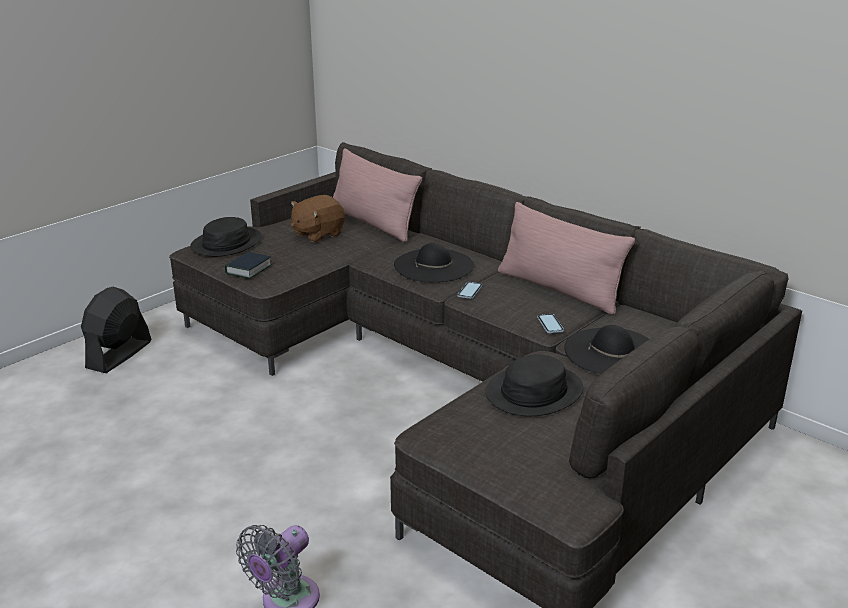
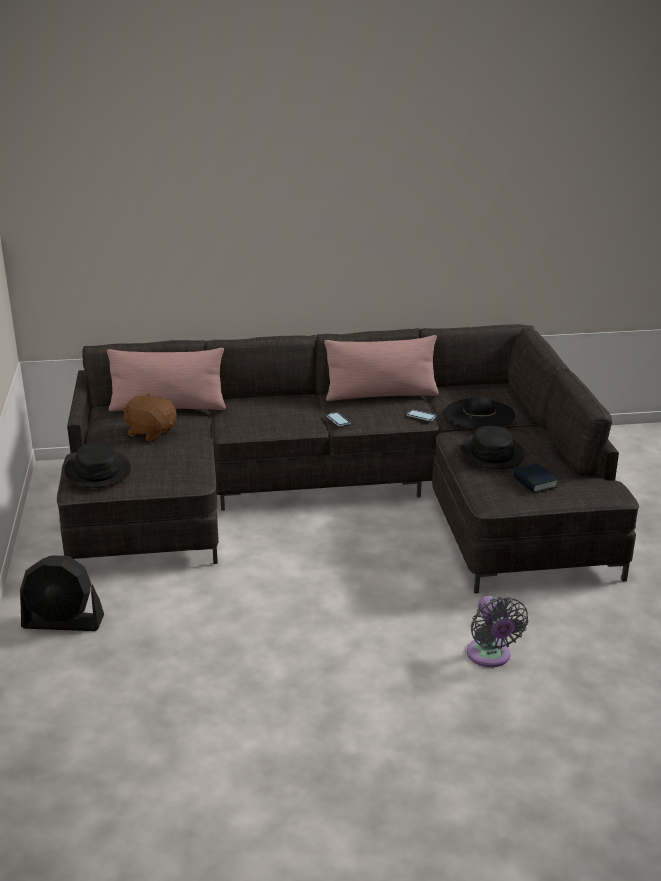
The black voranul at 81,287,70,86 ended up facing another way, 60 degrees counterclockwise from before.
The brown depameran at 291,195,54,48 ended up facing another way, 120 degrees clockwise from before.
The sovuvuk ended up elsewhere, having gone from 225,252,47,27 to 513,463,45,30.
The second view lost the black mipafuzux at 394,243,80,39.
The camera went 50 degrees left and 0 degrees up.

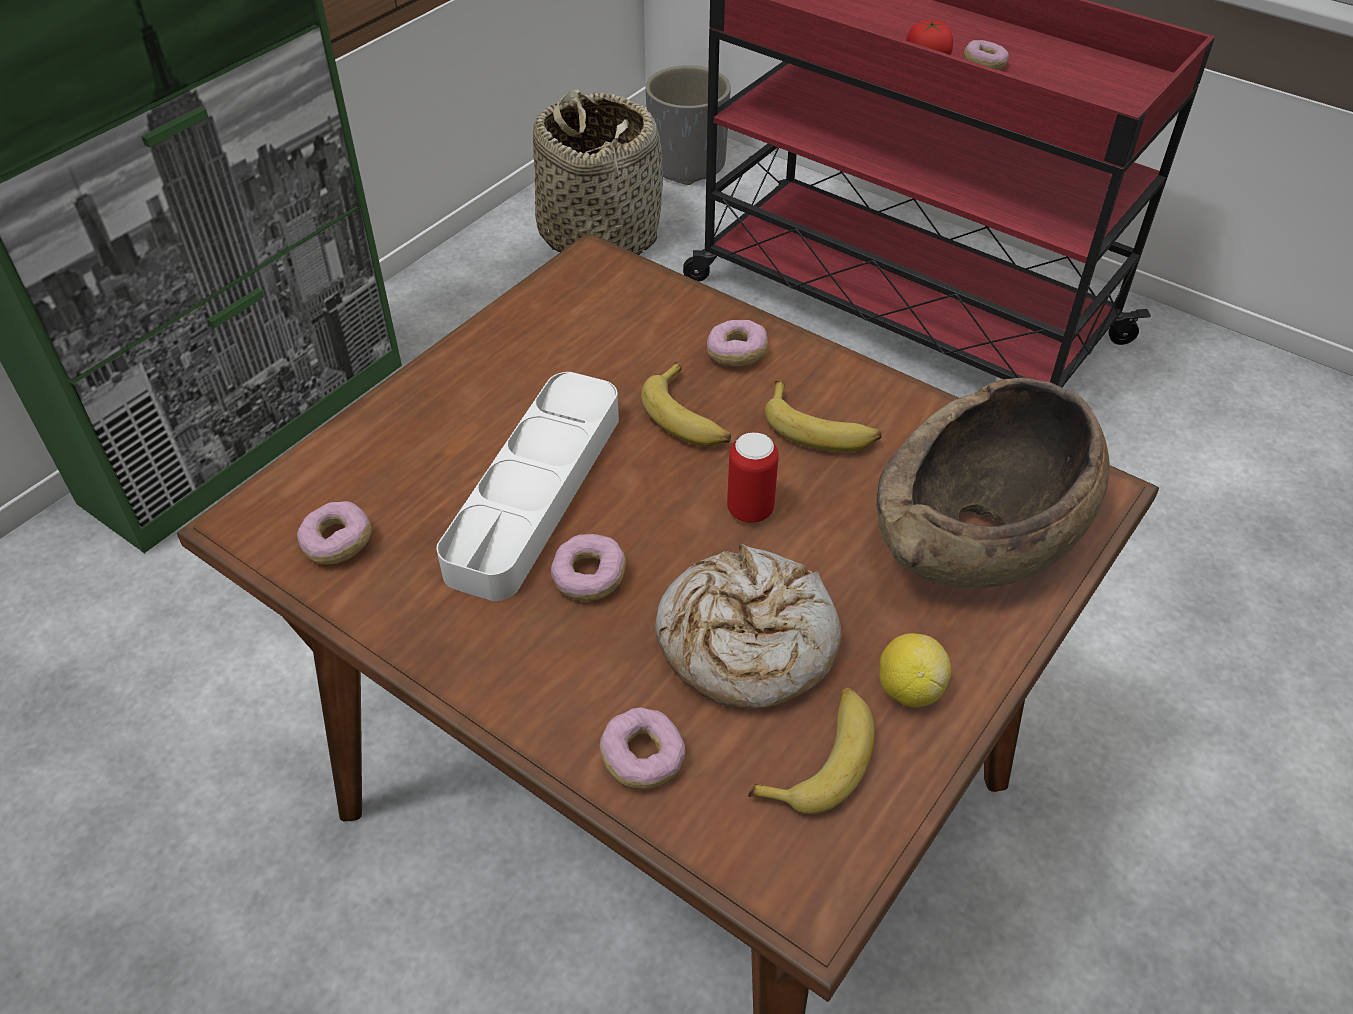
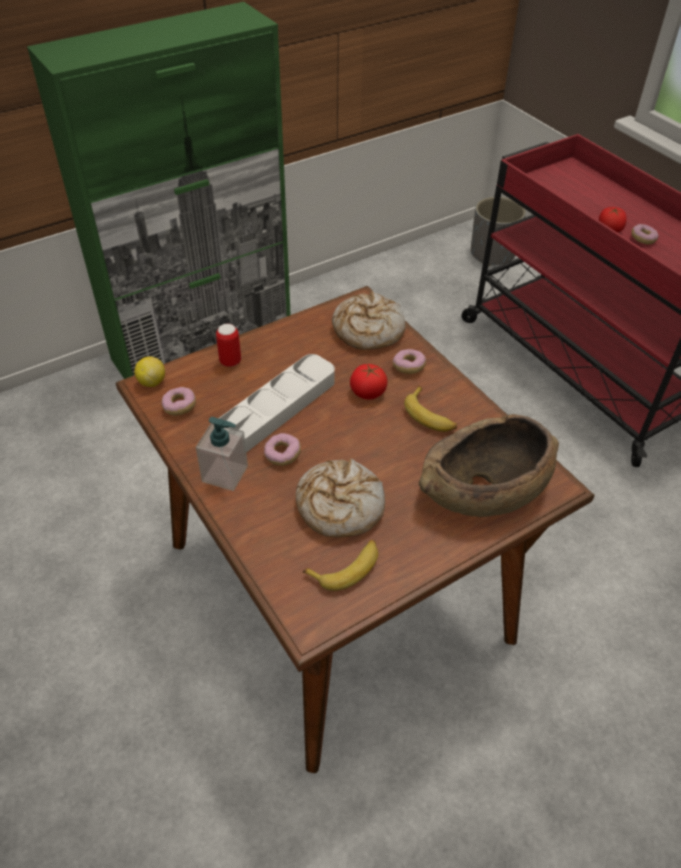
The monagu ended up elsewhere, having gone from 879,633,72,74 to 134,356,31,31.
The second view gained the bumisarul at 196,417,52,74.
The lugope ended up elsewhere, having gone from 727,432,52,91 to 216,324,25,43.
The second view gained the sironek at 332,291,74,59.
Where the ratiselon stood at 641,362,90,85, the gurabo came to stand at 350,364,37,36.
The second view lost the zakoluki at 533,89,130,166.
The second view lost the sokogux at 600,707,86,83.
The camera went 20 degrees right and 0 degrees up.

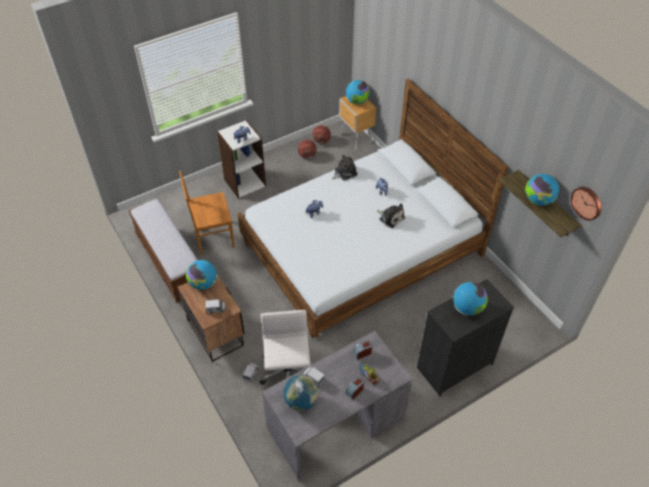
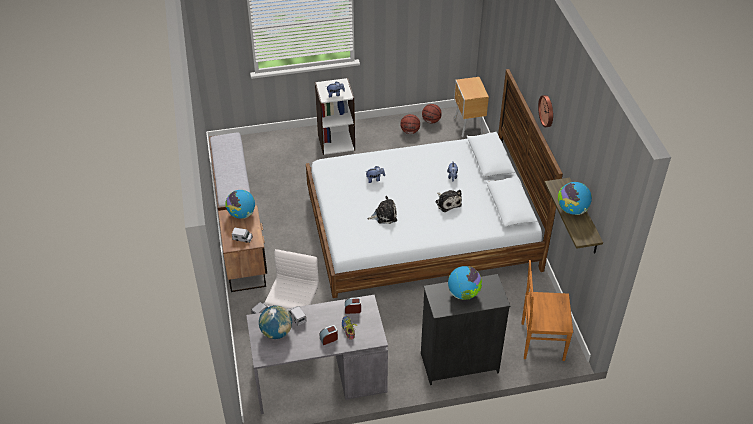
The depameran ended up elsewhere, having gone from 332,155,26,25 to 368,196,29,28.
The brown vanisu ended up elsewhere, having gone from 179,170,56,85 to 521,260,52,101.
The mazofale ended up elsewhere, having gone from 571,187,30,34 to 538,95,15,32.
The second view lost the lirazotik at 346,80,24,24.
The camera went 20 degrees right and 5 degrees down.

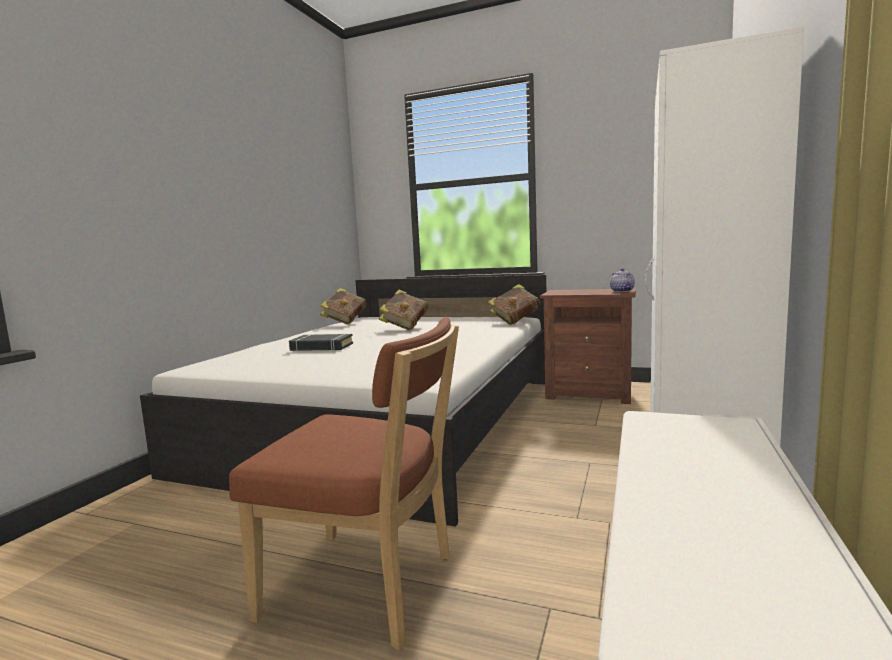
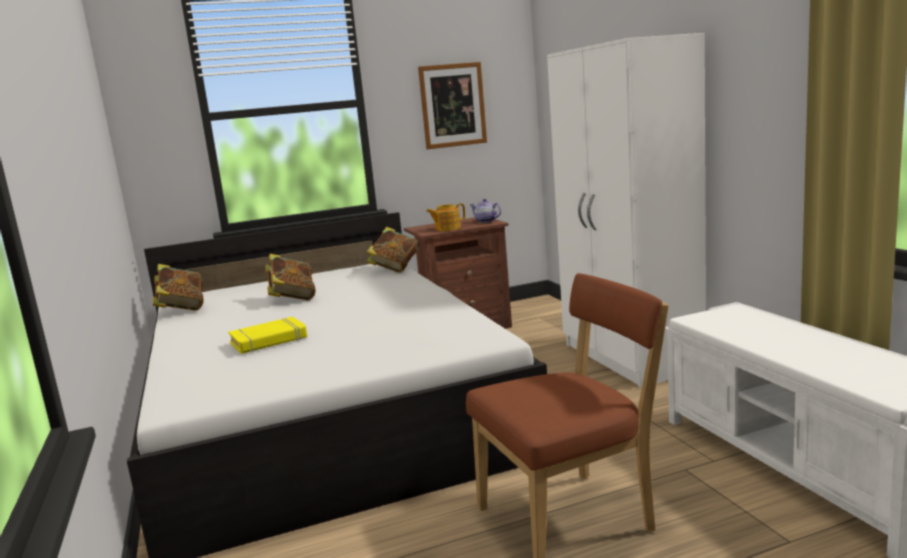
What was the black sovuvuk at 289,334,64,17 turned into the yellow sovuvuk at 228,317,79,37.
The second view gained the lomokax at 418,62,69,87.
The second view gained the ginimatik at 426,203,39,28.
The camera went 40 degrees left and 5 degrees up.

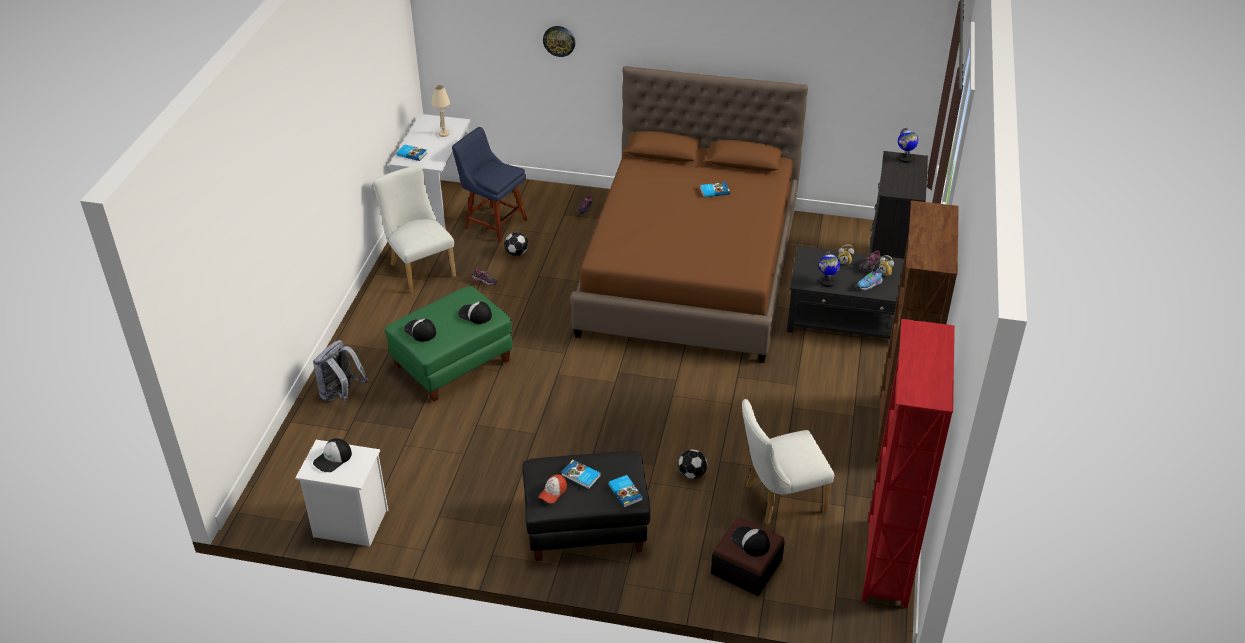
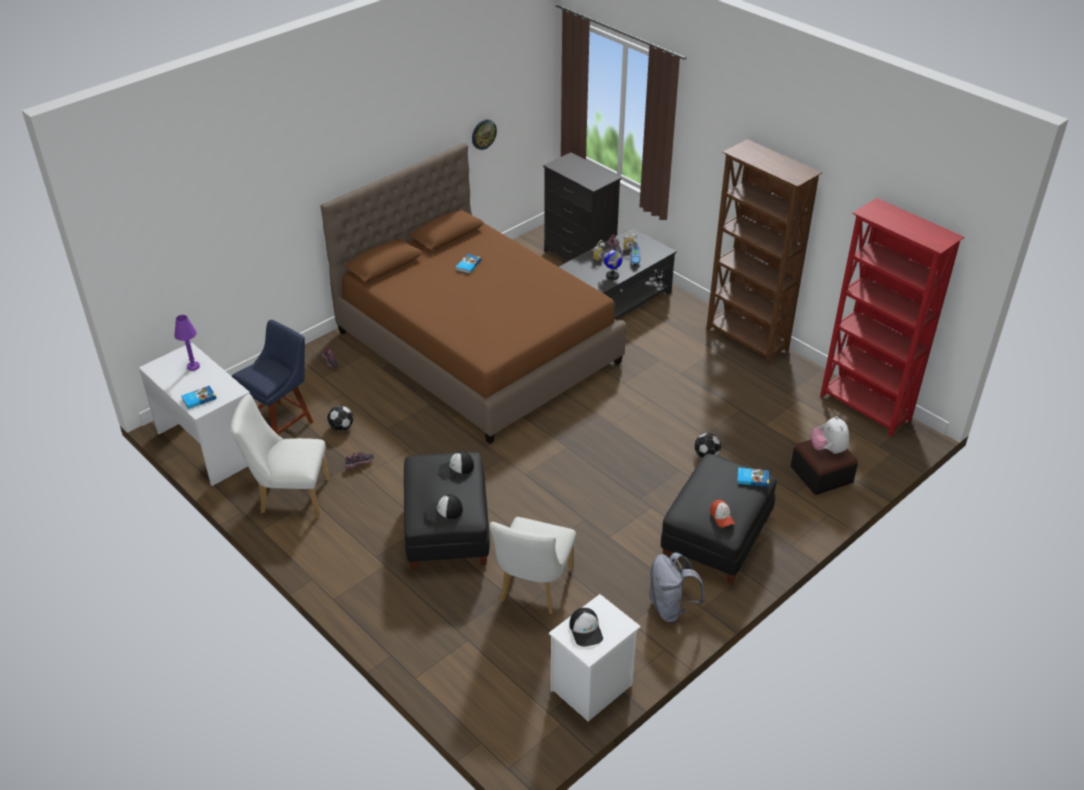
What was the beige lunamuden at 431,85,19,52 turned into the purple lunamuden at 174,315,26,56.
The blue vanisu at 452,127,75,116 ended up facing another way, 150 degrees clockwise from before.
What was the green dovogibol at 385,286,127,116 turned into the black dovogibol at 404,452,86,118.
The mazofale ended up elsewhere, having gone from 543,26,32,31 to 472,119,25,31.
The white vanisu ended up elsewhere, having gone from 742,399,92,126 to 490,517,86,97.
The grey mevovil ended up elsewhere, having gone from 313,340,55,62 to 649,552,56,71.
Where the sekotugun stood at 731,526,39,31, the depameran came to stand at 811,416,38,38.
The second view lost the sovuvuk at 562,460,39,29.
The second view lost the lirazotik at 898,128,20,35.
The camera went 55 degrees left and 0 degrees up.

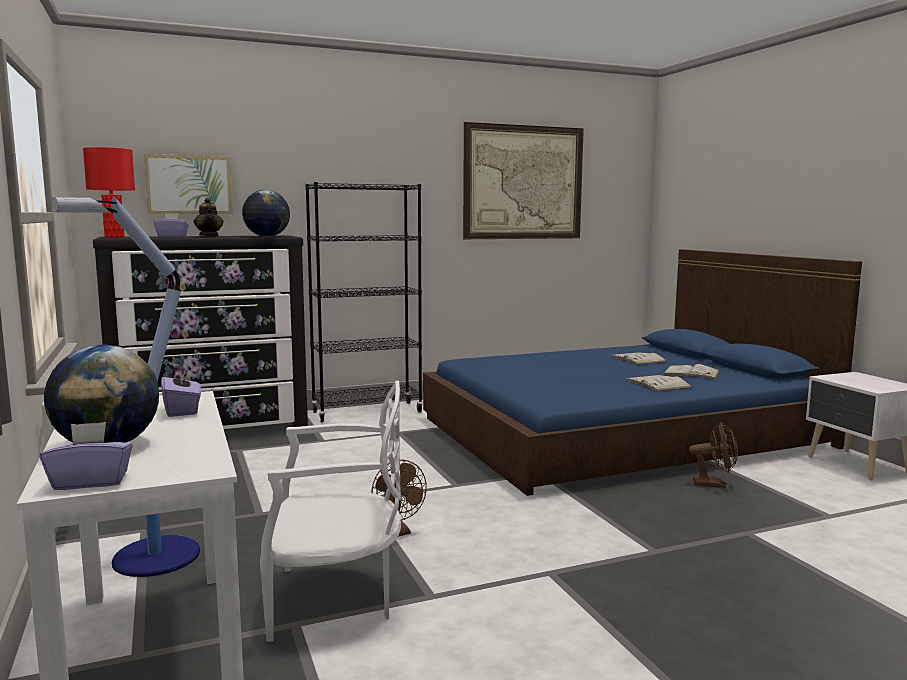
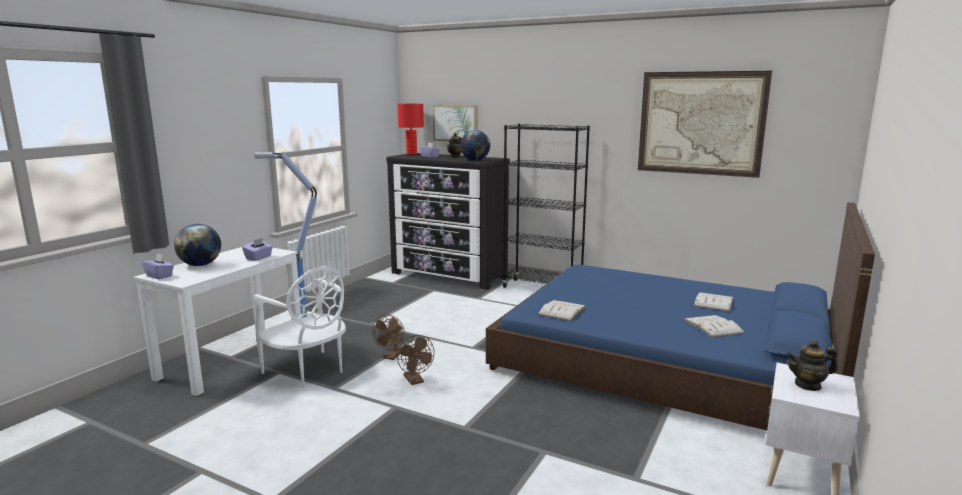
The brown voranul ended up elsewhere, having gone from 689,422,49,66 to 397,335,37,50.
The white sovuvuk ended up elsewhere, having gone from 625,375,67,16 to 538,300,48,21.
The second view gained the ginimatik at 786,340,51,51.
The camera went 50 degrees right and 5 degrees up.

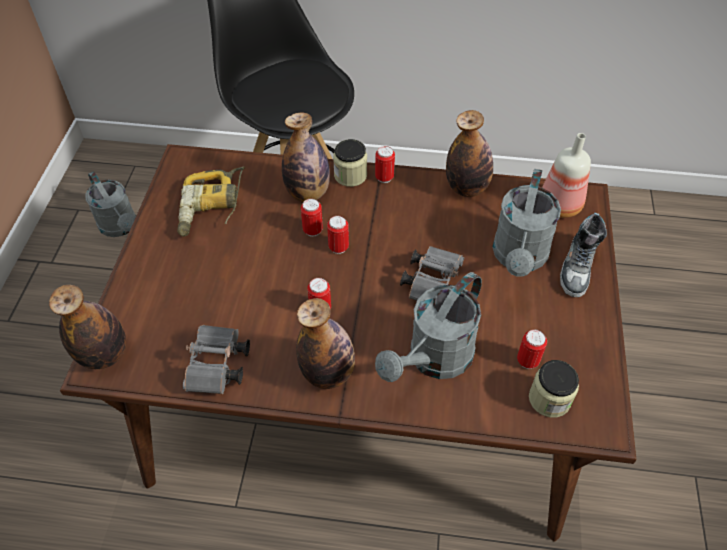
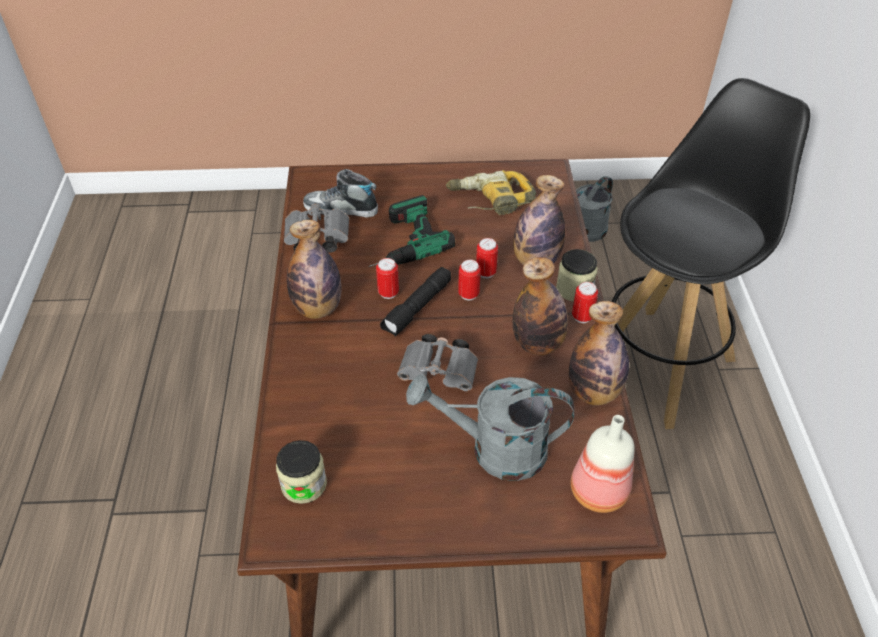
The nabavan ended up elsewhere, having gone from 560,212,47,85 to 303,169,75,49.
The second view gained the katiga at 369,195,86,72.
The second view gained the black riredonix at 380,267,71,70.
The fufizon ended up elsewhere, having gone from 49,285,77,84 to 513,257,55,98.
The second view lost the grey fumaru at 375,272,107,110.
The second view lost the lugope at 517,329,30,40.
The camera went 80 degrees right and 5 degrees down.

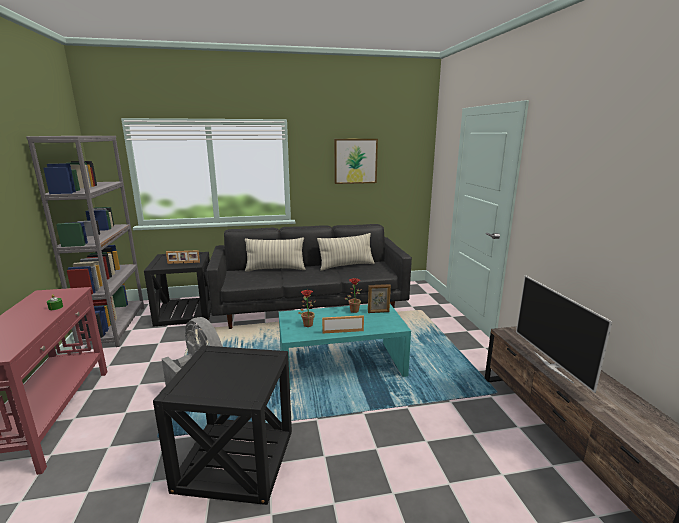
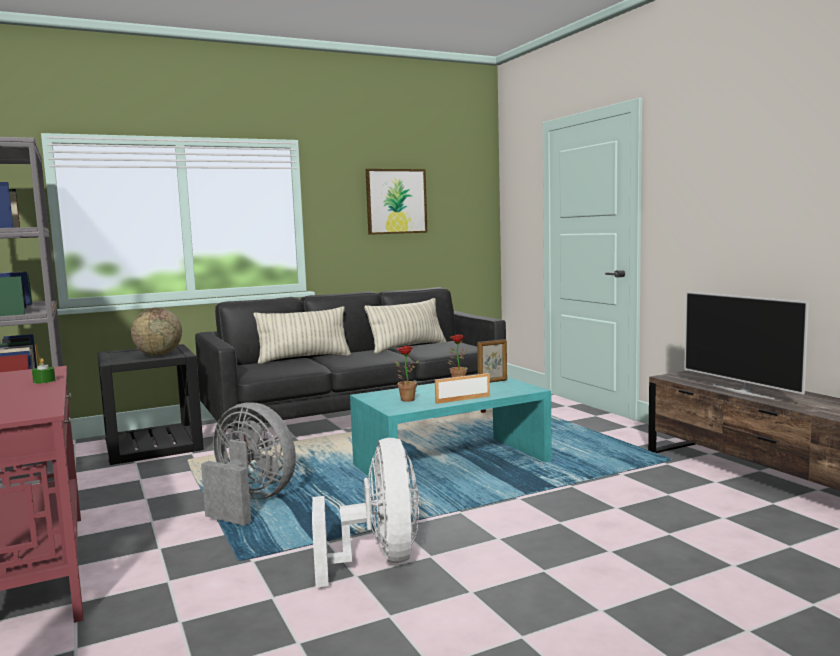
Where the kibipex stood at 166,250,34,14, the lirazotik came to stand at 131,308,51,48.
Where the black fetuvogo stood at 153,346,139,159, the white voranul came to stand at 312,438,107,149.
The camera went 15 degrees left and 10 degrees down.

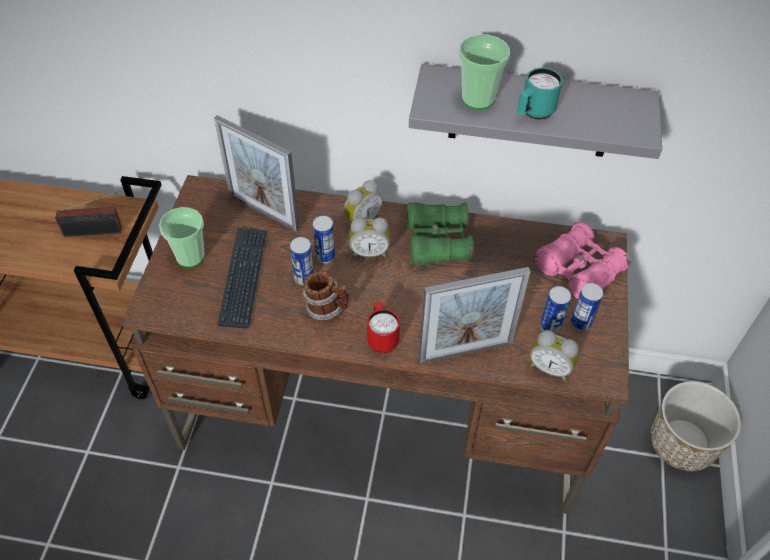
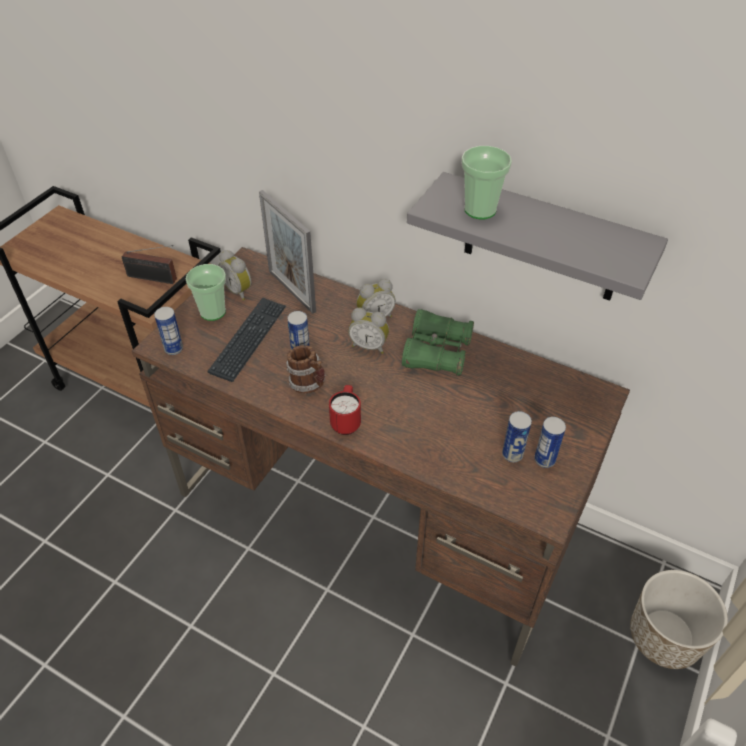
The lugope ended up elsewhere, having gone from 313,216,22,48 to 154,307,29,48.
The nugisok ended up elsewhere, having gone from 530,330,49,51 to 218,250,34,51.
The second view lost the kibipex at 418,267,113,96.
The second view lost the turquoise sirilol at 517,68,46,51.
The second view lost the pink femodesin at 534,222,96,77.
The camera went 20 degrees right and 5 degrees down.

